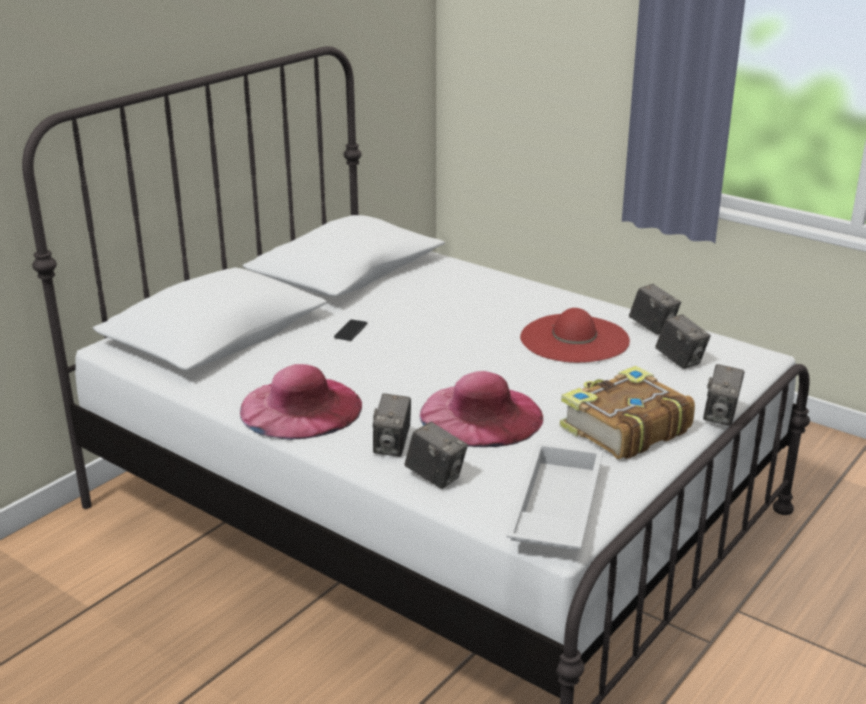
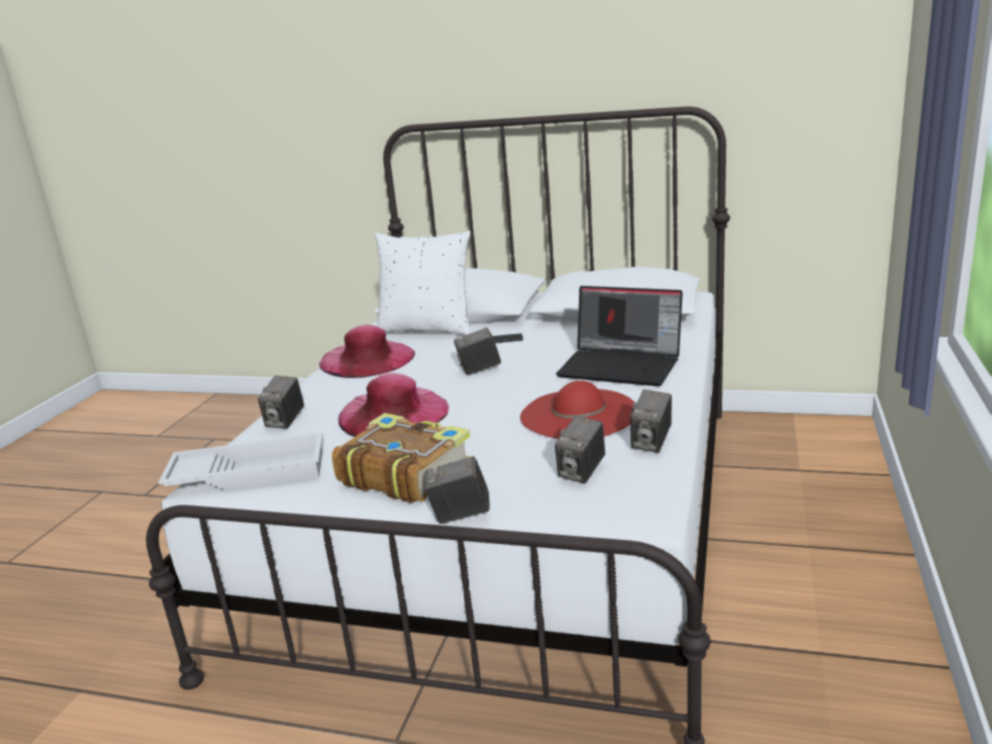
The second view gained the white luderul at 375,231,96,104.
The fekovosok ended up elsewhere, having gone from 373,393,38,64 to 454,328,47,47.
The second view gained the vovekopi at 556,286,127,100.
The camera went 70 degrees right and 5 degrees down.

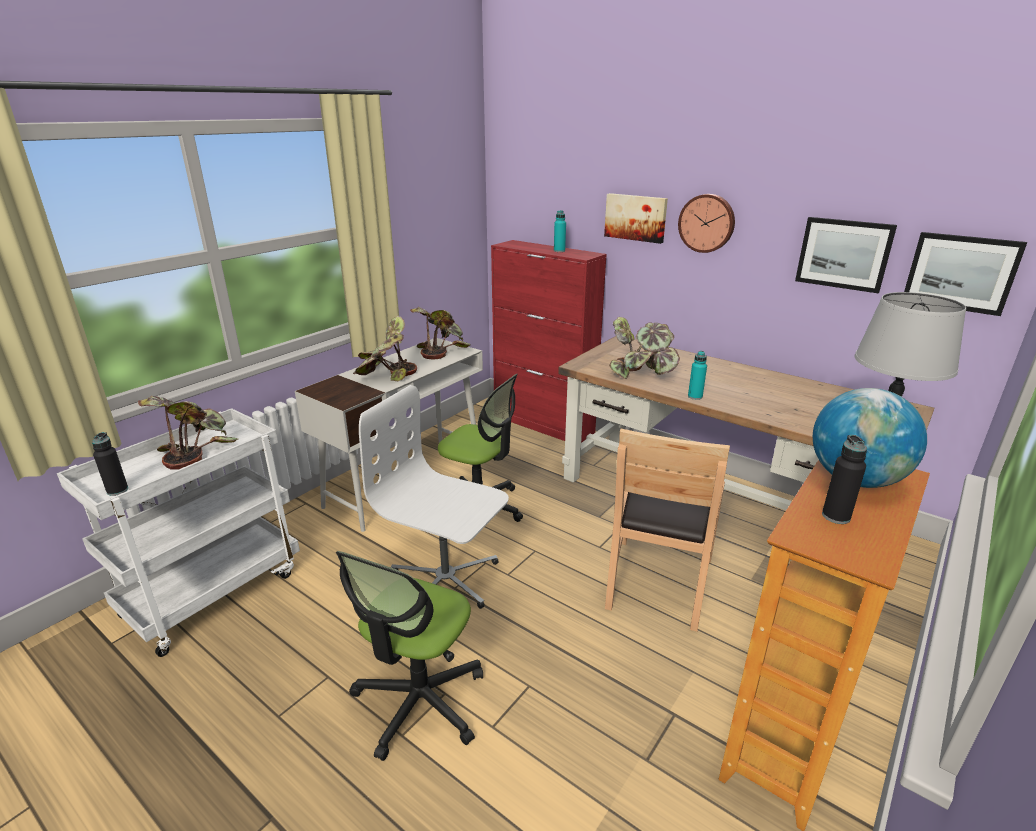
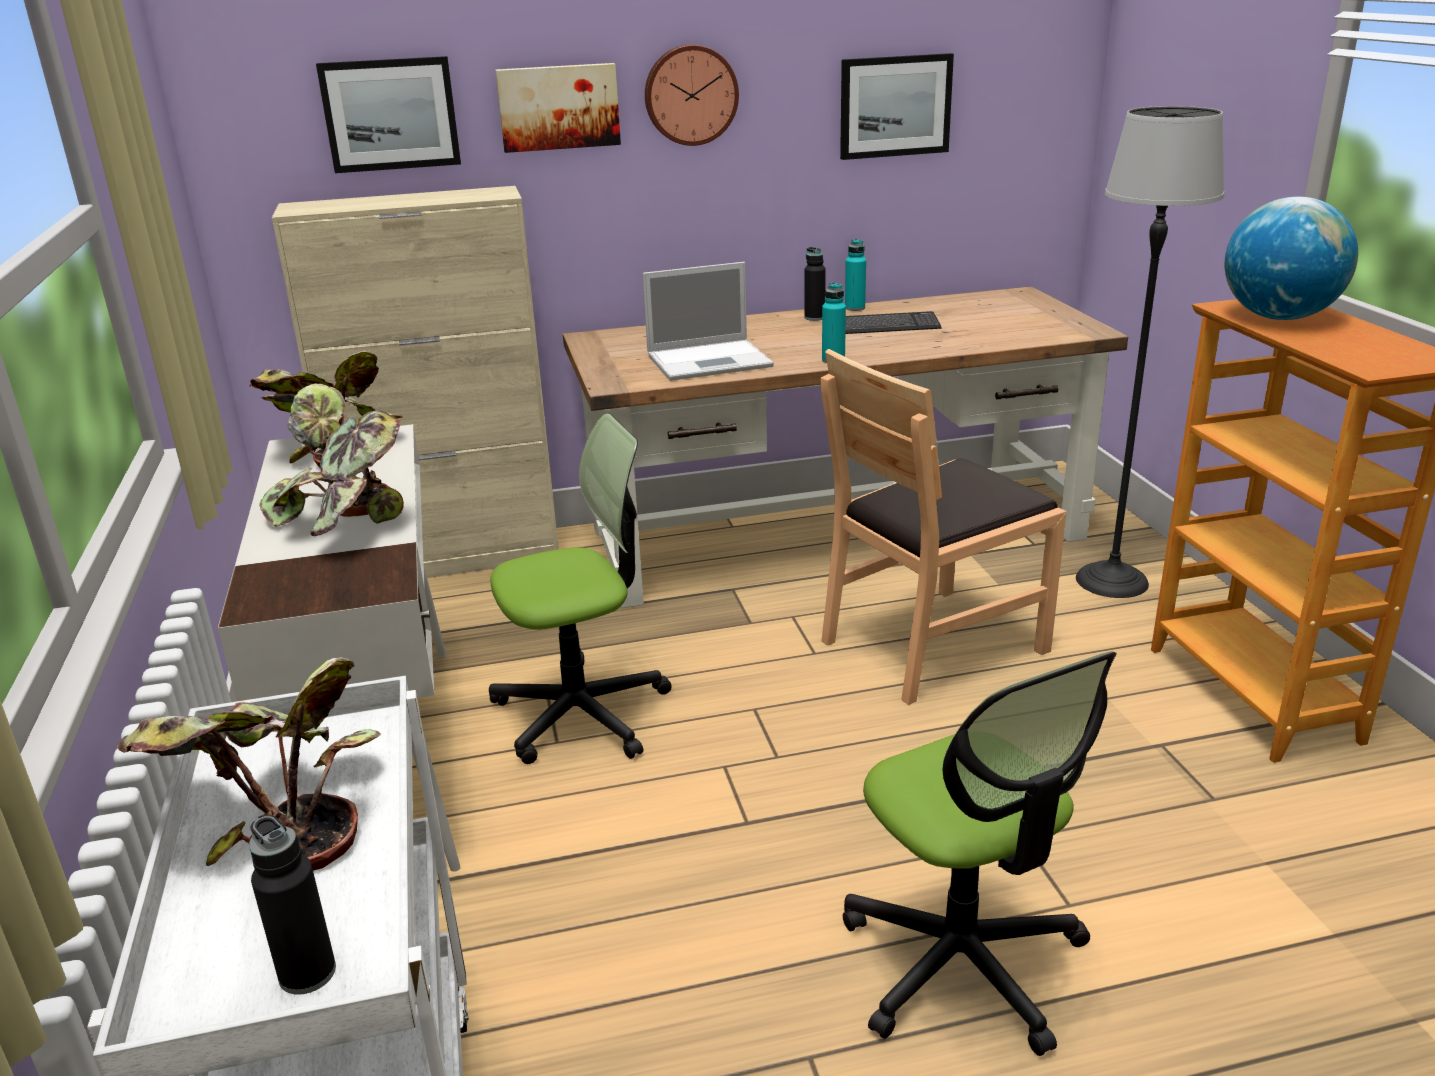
What was the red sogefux at 491,240,116,203 turned into the beige sogefux at 272,186,287,392.
The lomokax ended up elsewhere, having gone from 904,232,123,84 to 316,56,145,117.
Where the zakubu stood at 609,317,71,62, the vovekopi came to stand at 643,262,131,119.
The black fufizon ended up elsewhere, having gone from 822,435,45,89 to 804,247,22,74.
The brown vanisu at 605,429,125,203 ended up facing another way, 90 degrees clockwise from before.
The turquoise fufizon ended up elsewhere, having gone from 554,210,12,42 to 845,239,21,72.
The second view gained the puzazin at 845,311,97,23.
The second view lost the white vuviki at 359,385,150,224.
The camera went 50 degrees left and 0 degrees up.

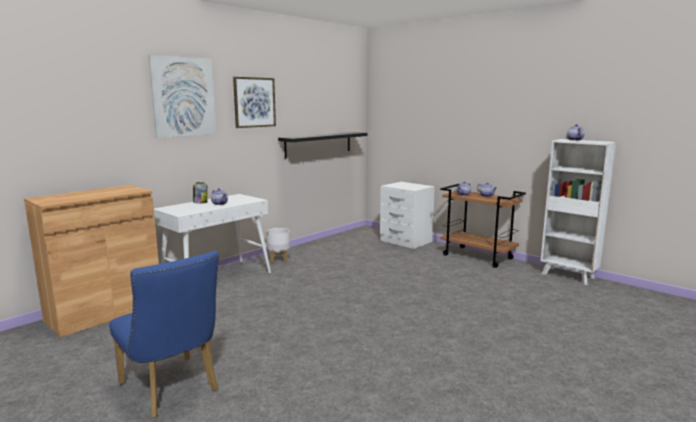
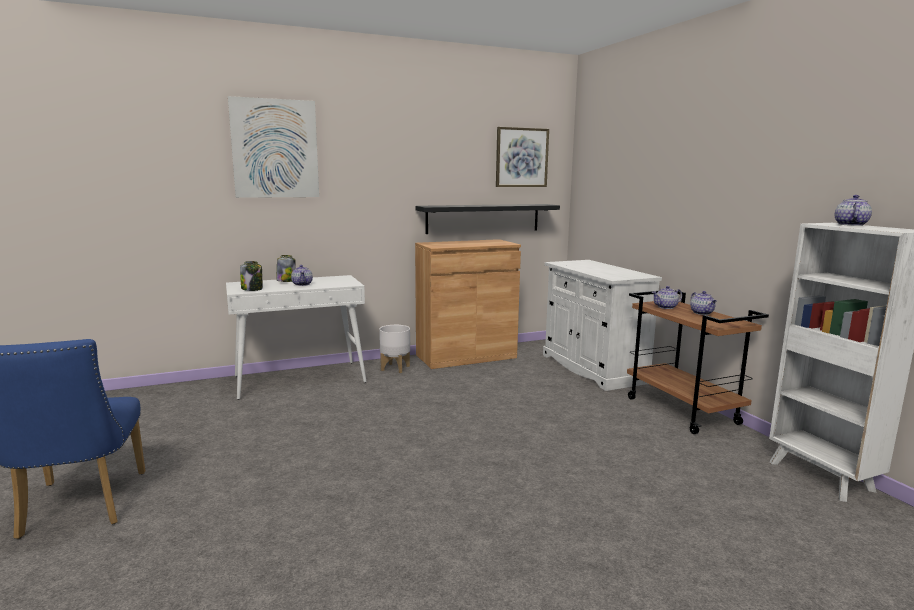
The second view gained the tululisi at 240,261,23,30.
The brown sogefux ended up elsewhere, having gone from 24,185,135,153 to 415,239,106,130.
The lomokax ended up elsewhere, having gone from 233,77,43,51 to 496,127,53,60.
Where the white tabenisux stood at 380,182,55,67, the white sogefux came to stand at 543,260,119,131.
The camera went 25 degrees right and 0 degrees up.

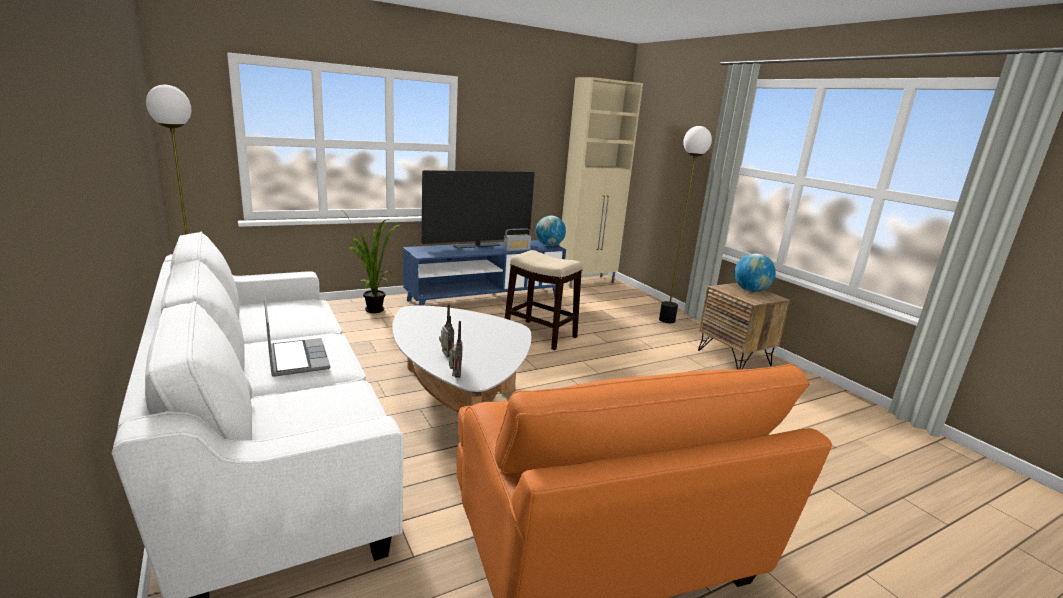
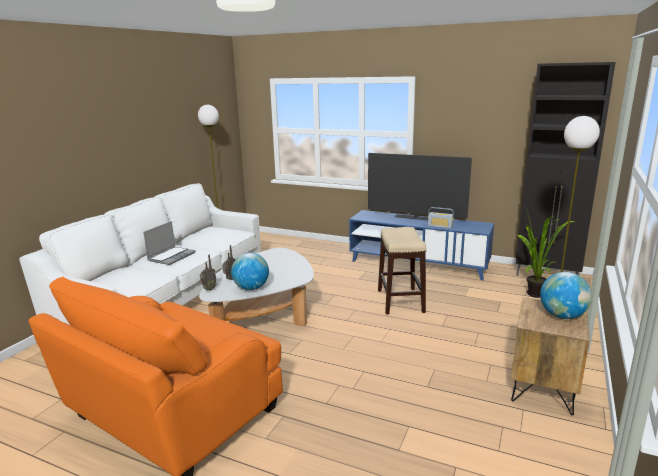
The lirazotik ended up elsewhere, having gone from 536,216,30,30 to 231,253,38,37.
What was the beige sogefux at 560,77,83,211 turned into the black sogefux at 516,62,100,214.
The zakubu ended up elsewhere, having gone from 343,211,58,102 to 518,202,56,96.
The camera went 55 degrees right and 0 degrees up.

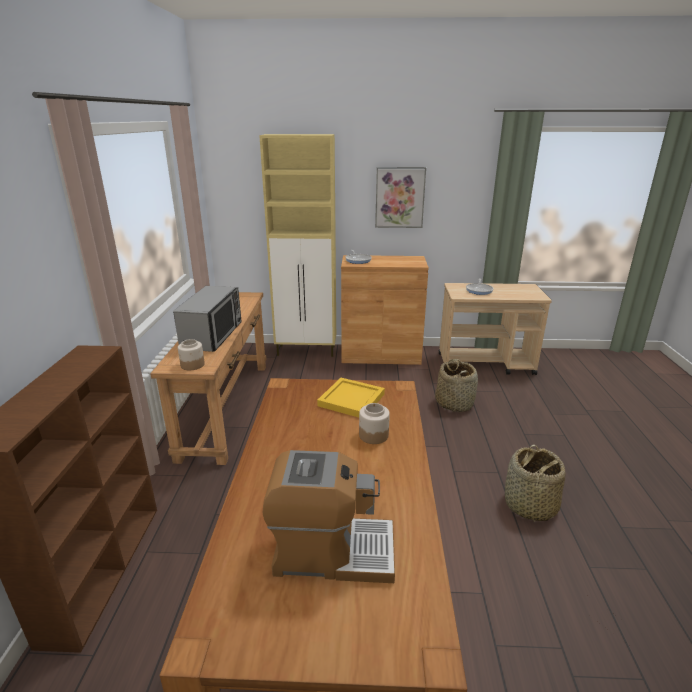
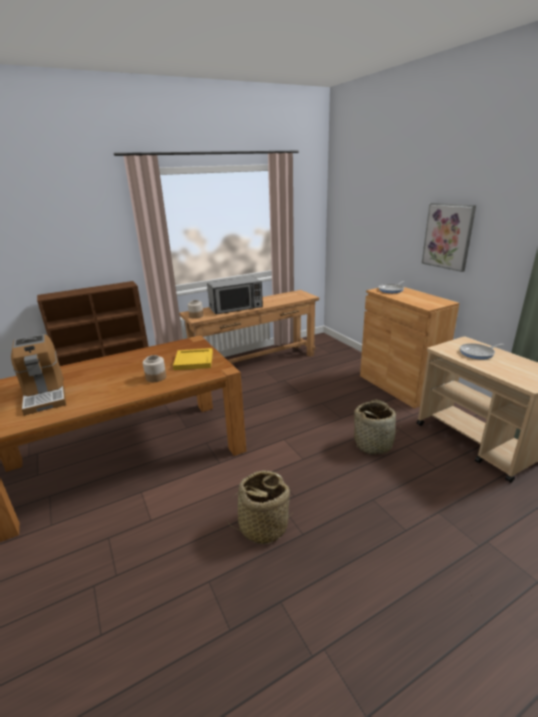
The second view lost the beige sogefux at 259,134,77,223.
The camera went 60 degrees right and 0 degrees up.

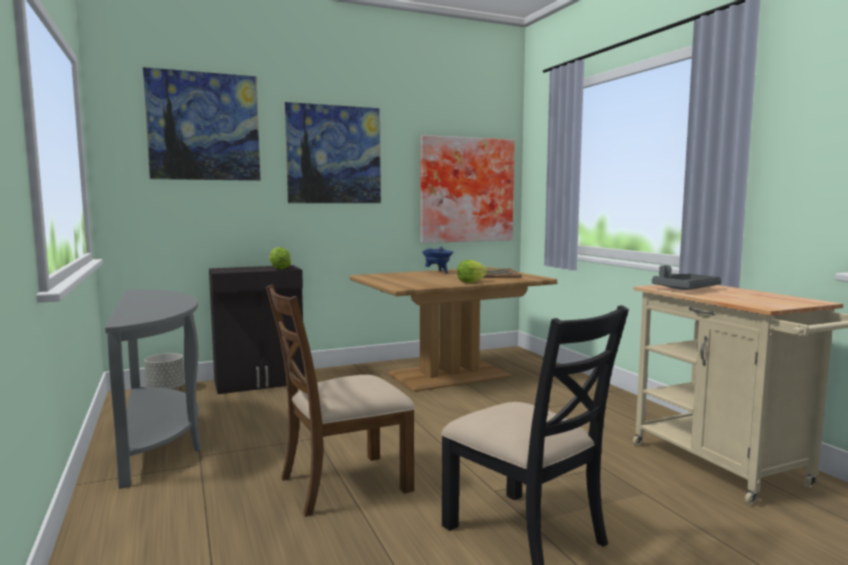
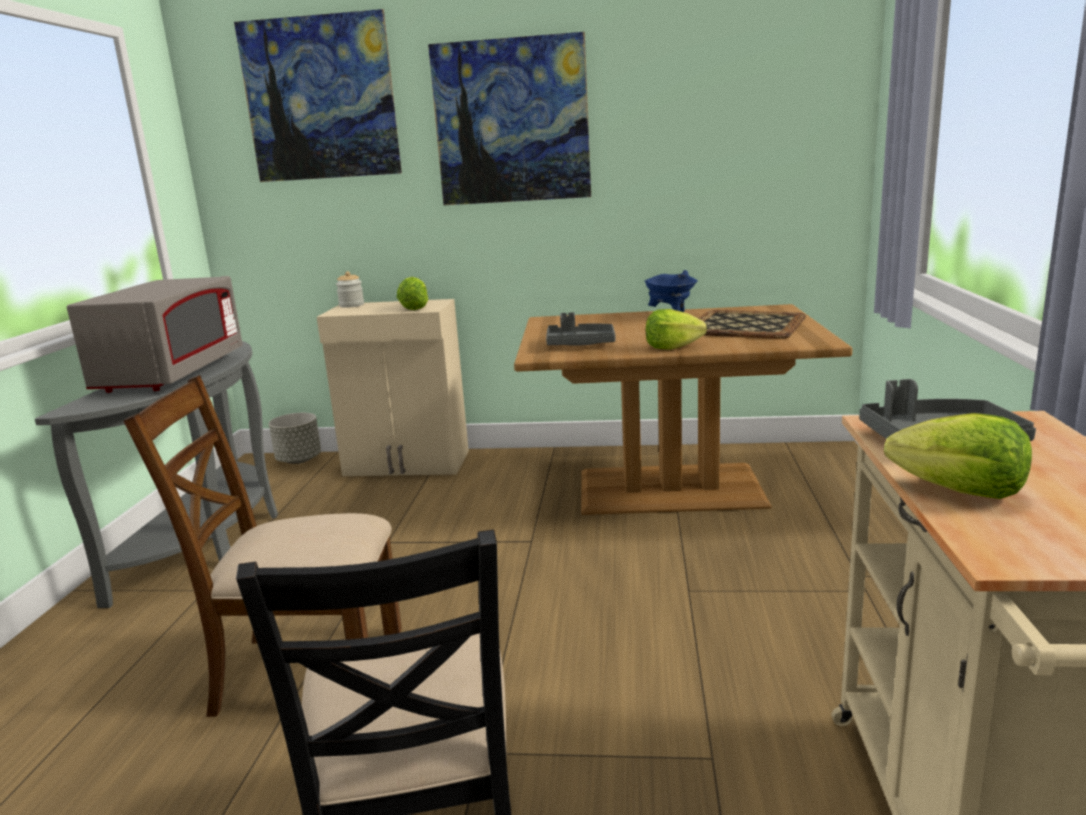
The second view gained the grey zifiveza at 67,276,176,117.
What was the black sogefux at 209,265,96,129 turned into the beige sogefux at 317,299,152,177.
The second view gained the tululisi at 336,271,28,37.
The second view gained the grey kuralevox at 546,312,70,34.
The second view gained the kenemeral at 884,413,148,86.
The second view lost the lomokax at 421,135,94,108.
The camera went 30 degrees right and 10 degrees up.

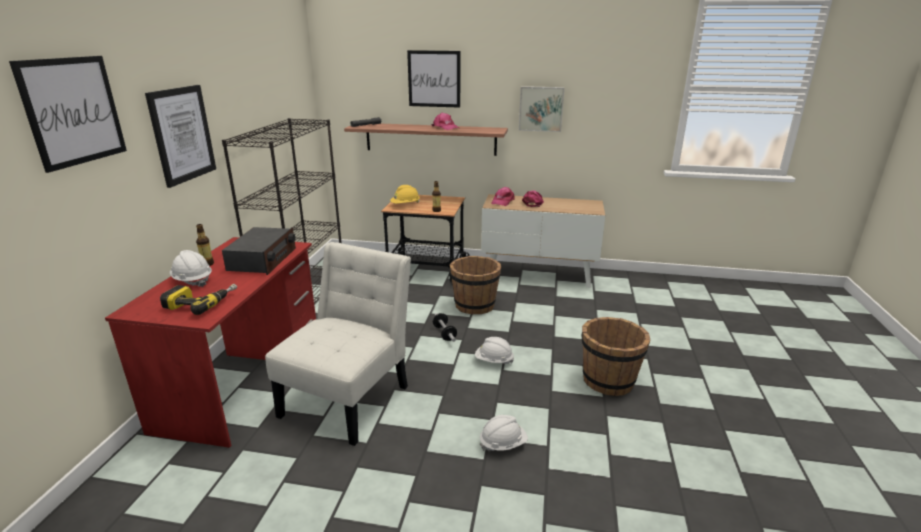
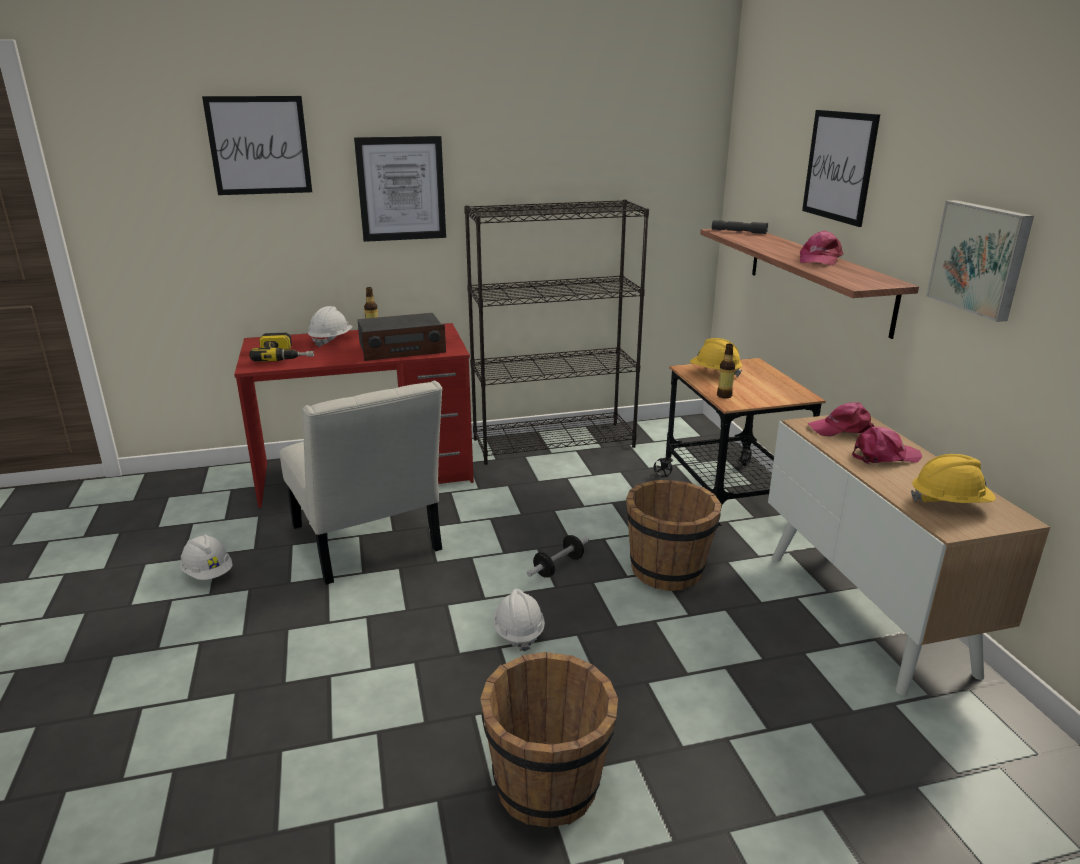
The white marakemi ended up elsewhere, having gone from 480,415,48,36 to 180,534,53,46.
The white vanisu at 265,242,146,204 ended up facing another way, 60 degrees clockwise from before.
The second view gained the yellow marakemi at 911,454,85,49.
The camera went 65 degrees right and 0 degrees up.

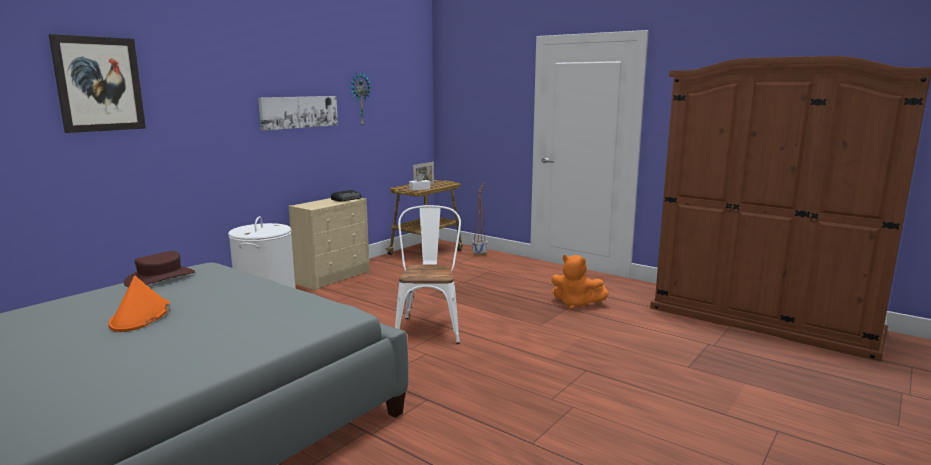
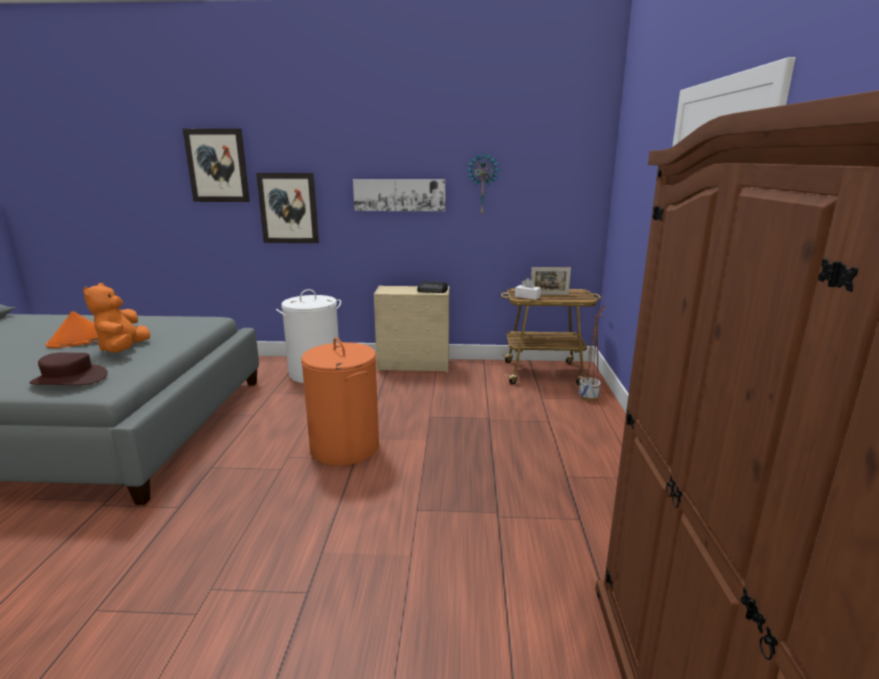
The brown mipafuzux ended up elsewhere, having gone from 124,251,71,36 to 29,352,79,33.
The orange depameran ended up elsewhere, having gone from 551,255,58,55 to 83,283,67,70.
The second view gained the lomokax at 256,173,63,70.
Where the white vanisu stood at 395,205,66,139, the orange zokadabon came to stand at 301,337,78,129.
The camera went 55 degrees right and 5 degrees up.

